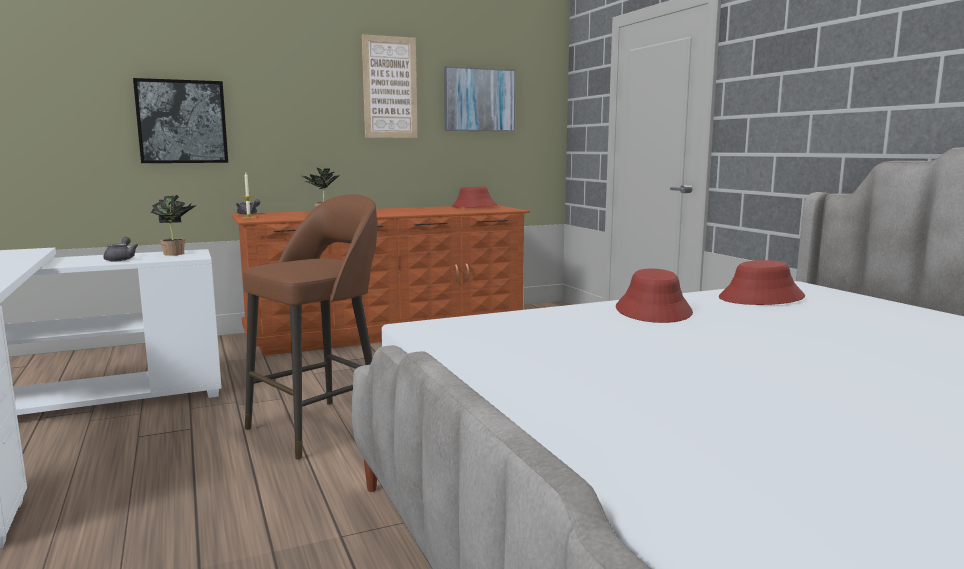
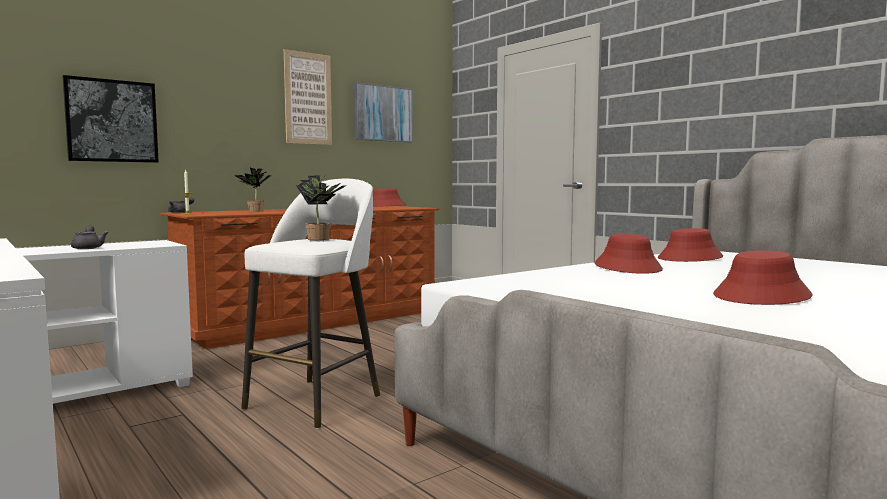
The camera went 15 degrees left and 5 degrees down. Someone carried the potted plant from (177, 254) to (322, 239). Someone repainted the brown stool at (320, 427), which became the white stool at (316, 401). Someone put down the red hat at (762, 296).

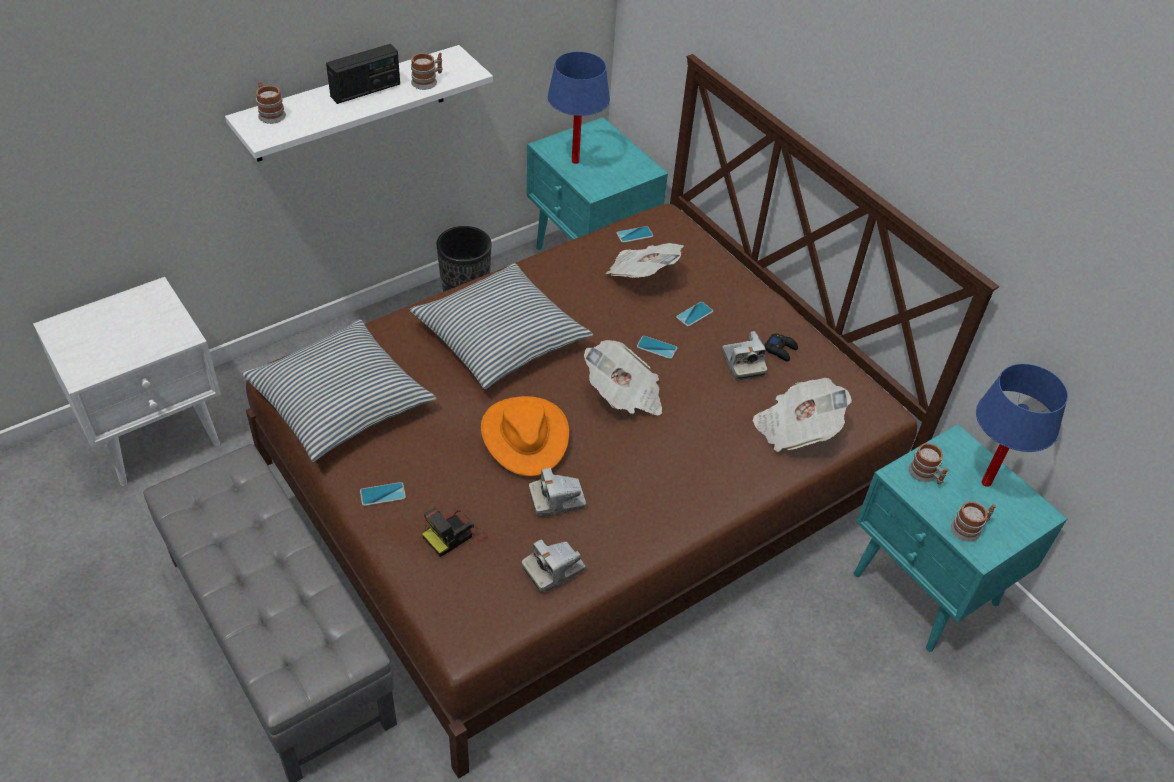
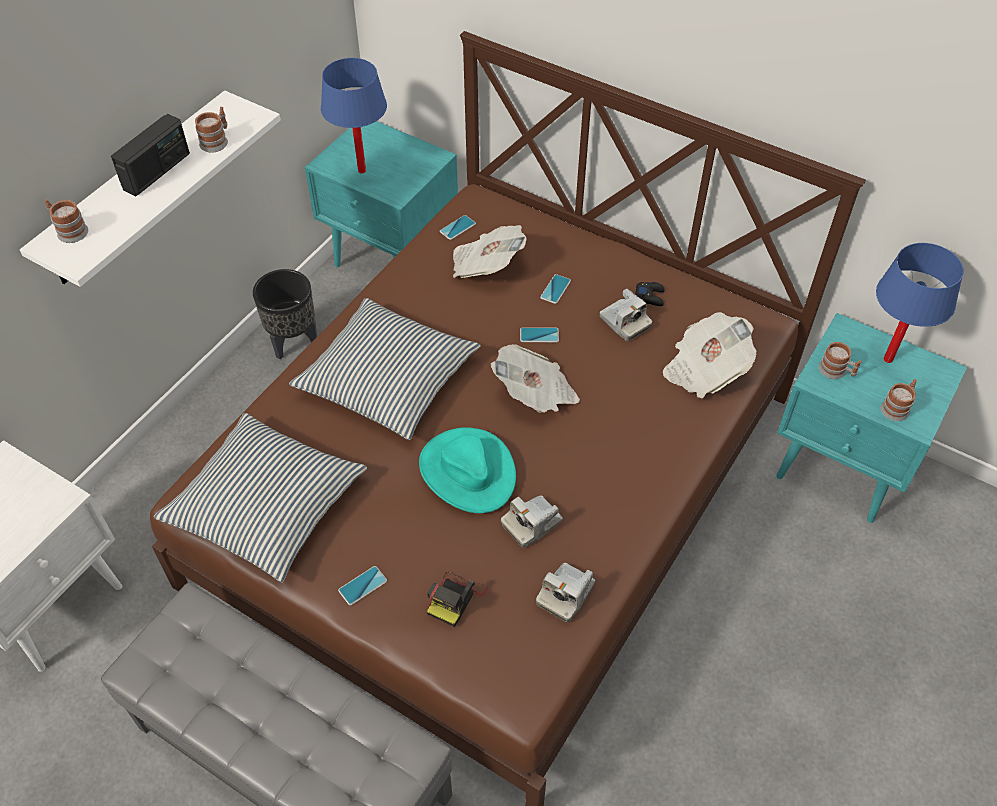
The camera went 20 degrees left and 5 degrees up. Someone repainted the orange hat at (524, 436), which became the turquoise hat at (467, 471).

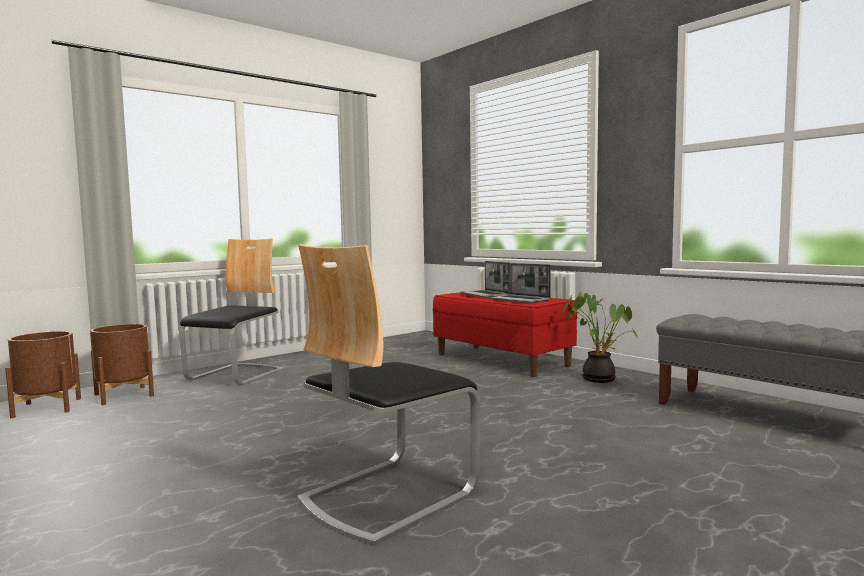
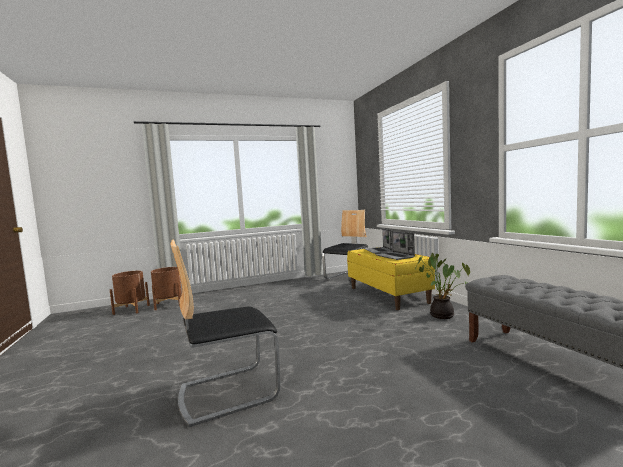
The camera went 20 degrees right and 0 degrees up. Someone carried the chair from (237, 375) to (348, 277). Someone repainted the red bench at (502, 360), which became the yellow bench at (388, 295).

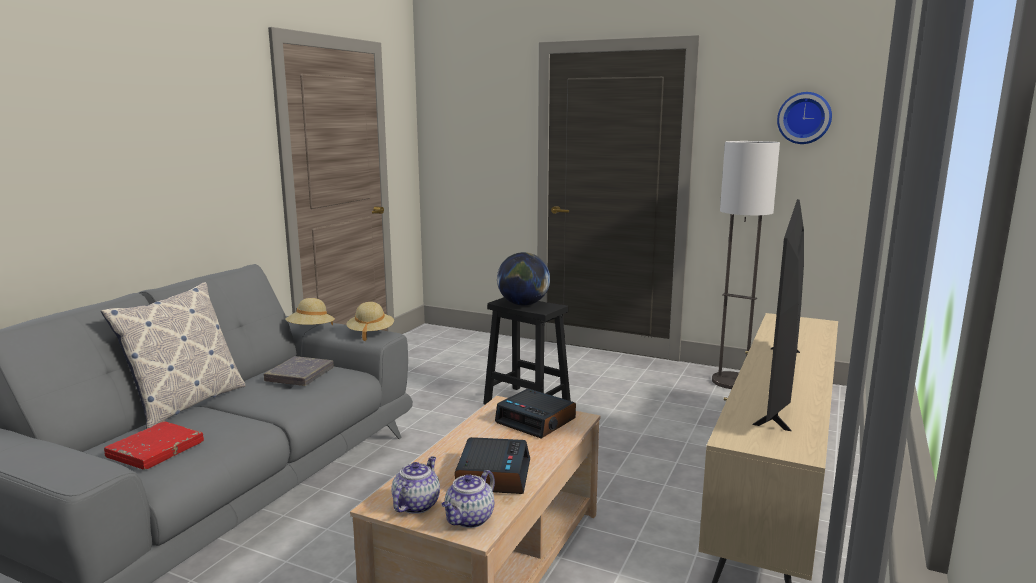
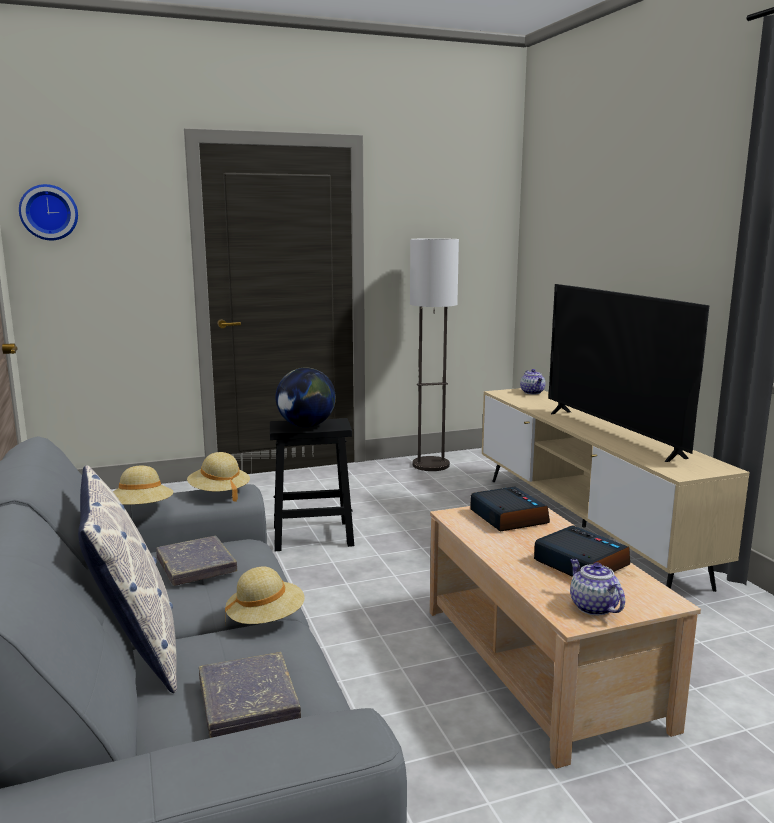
The camera went 45 degrees left and 0 degrees up. Someone repainted the red book at (155, 450), which became the grey book at (248, 700). Someone carried the teapot from (469, 519) to (532, 392). Someone rotated the alarm clock at (536, 421) by 105 degrees counterclockwise. Someone carried the wall clock from (804, 118) to (49, 212). Someone put down the beige hat at (266, 620).

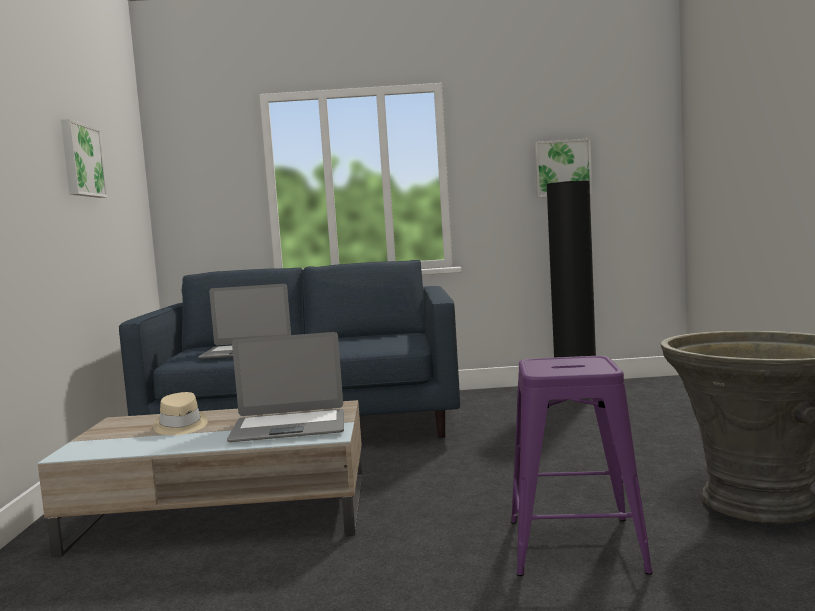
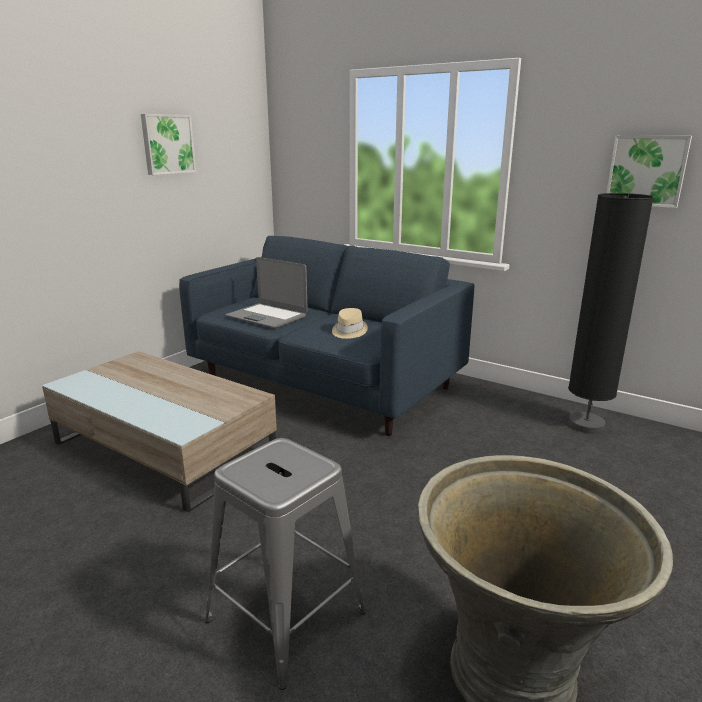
The camera went 35 degrees right and 15 degrees up. Someone carried the beige hat from (180, 426) to (348, 331). Someone took away the laptop at (289, 427). Someone repainted the purple stool at (575, 545), which became the grey stool at (285, 616).

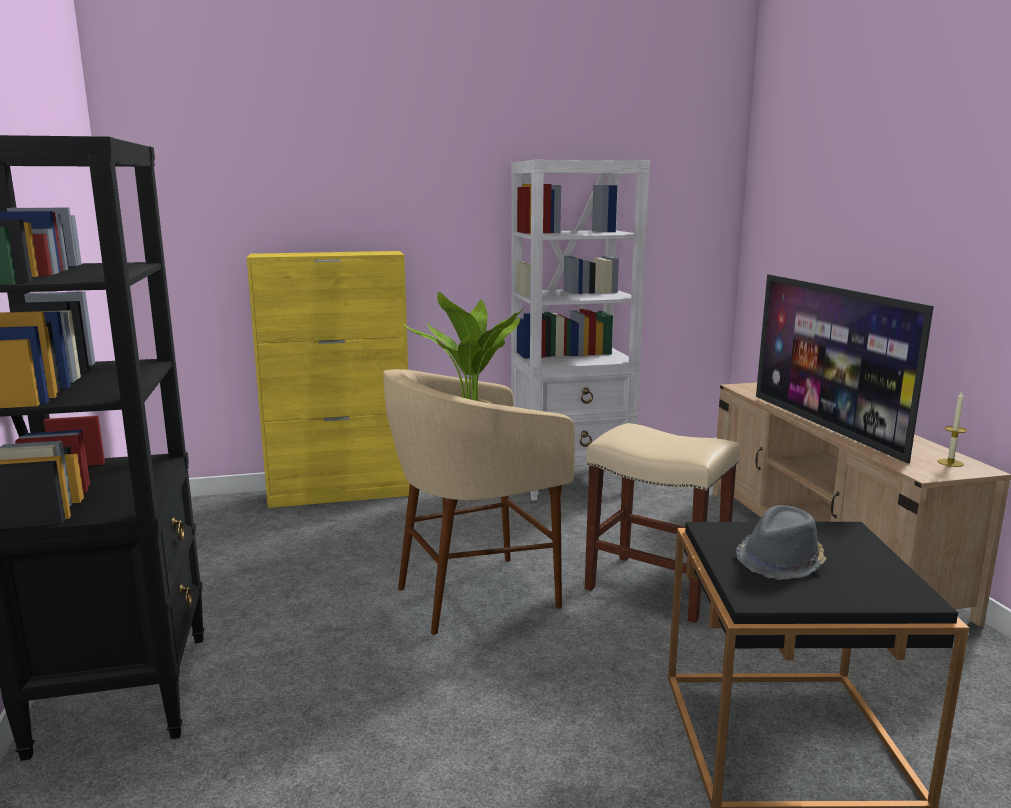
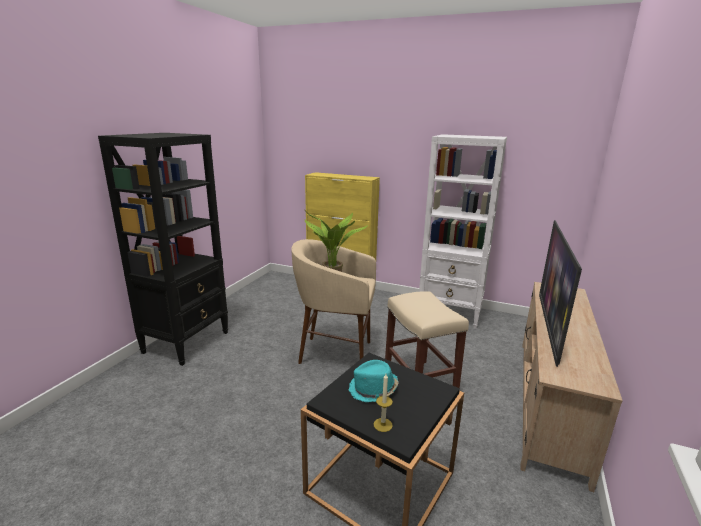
The camera went 35 degrees right and 5 degrees up. Someone repainted the grey hat at (781, 561), which became the turquoise hat at (373, 390). Someone carried the candle from (950, 463) to (383, 425).

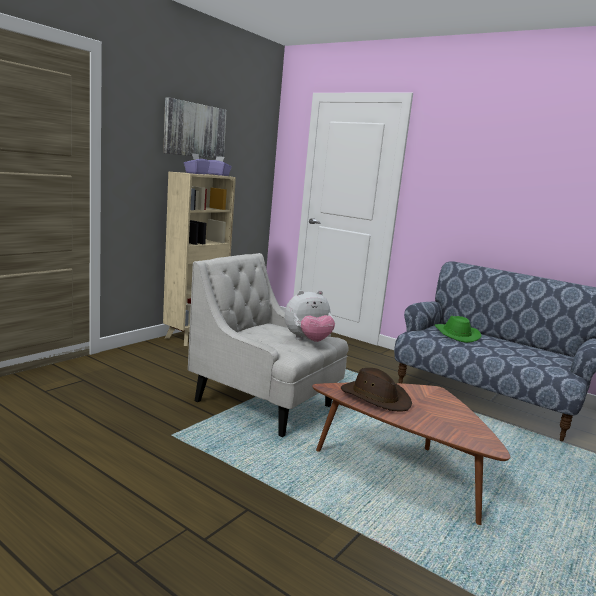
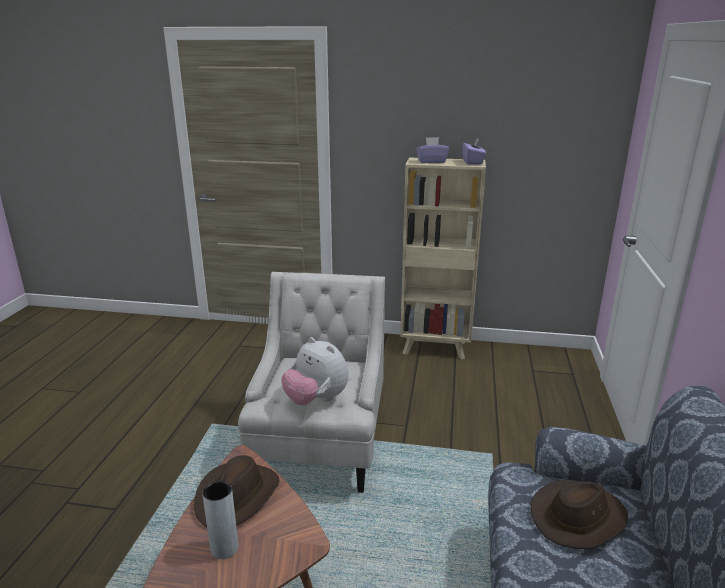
The camera went 65 degrees right and 10 degrees up. Someone took away the picture at (194, 130). Someone repainted the green hat at (455, 334), which became the brown hat at (578, 517). Someone put down the grey vase at (224, 548).

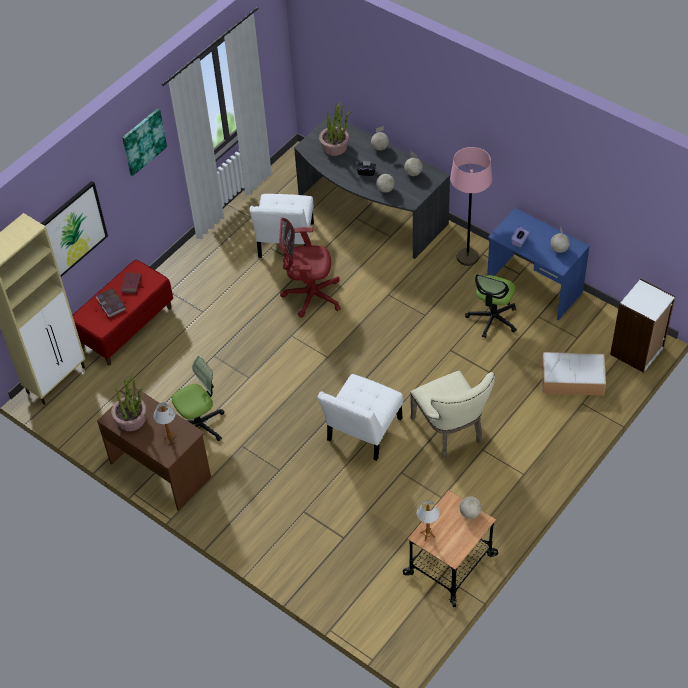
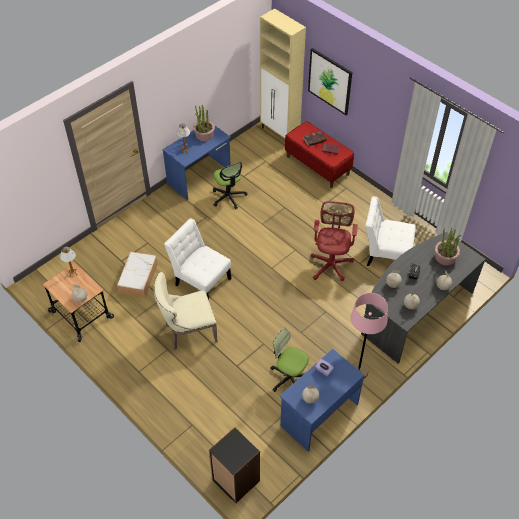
The camera went 95 degrees right and 0 degrees up. Someone repainted the brown desk at (161, 469), which became the blue desk at (199, 177). Someone took away the picture at (143, 141). Someone carried the storage box from (571, 379) to (138, 277). Someone repainted the white bookcase at (637, 351), which became the black bookcase at (235, 480).

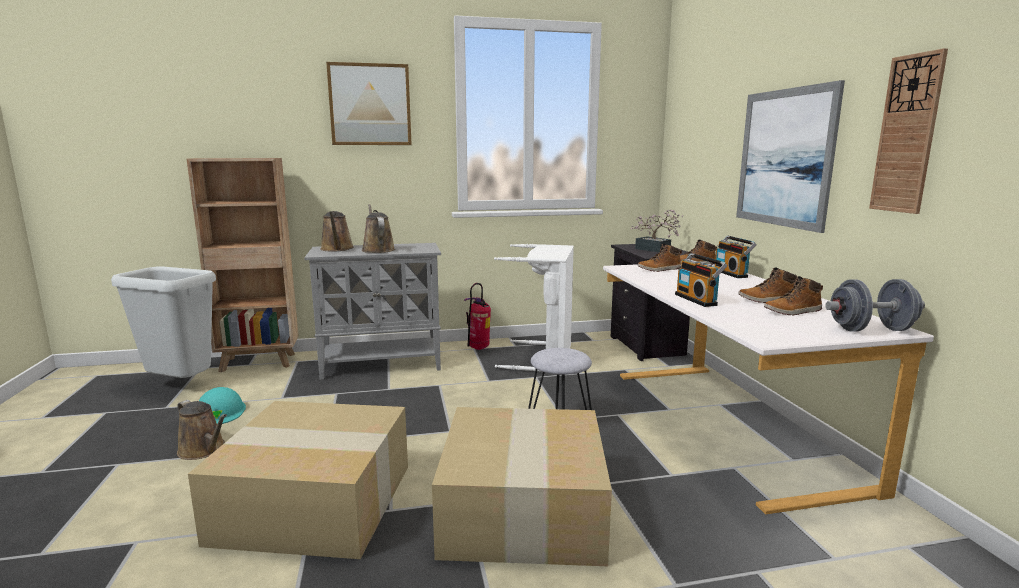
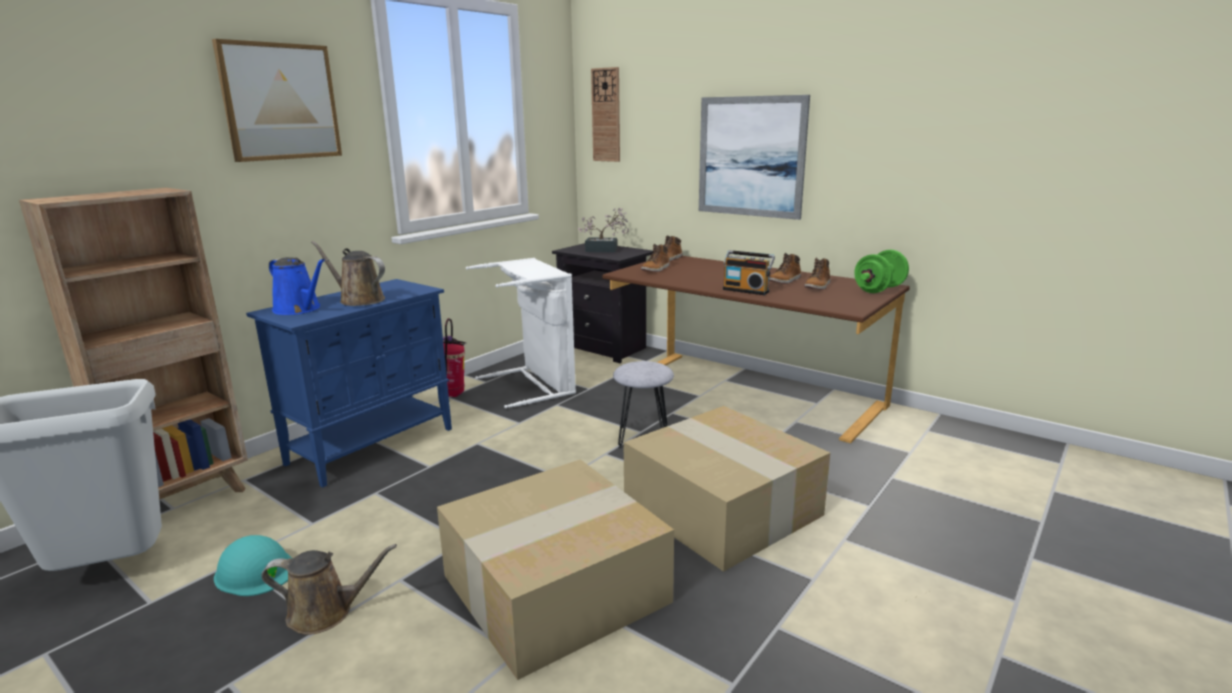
The camera went 40 degrees left and 5 degrees up. Someone repainted the grey cabinet at (382, 364), which became the blue cabinet at (372, 445). Someone repainted the brown watering can at (337, 249), which became the blue watering can at (299, 309). Someone repainted the white desk at (718, 423), which became the brown desk at (744, 394). Someone took away the radio at (732, 273). Someone repainted the grey dumbbell at (871, 330), which became the green dumbbell at (879, 289). Someone carried the wall clock from (907, 134) to (606, 115).

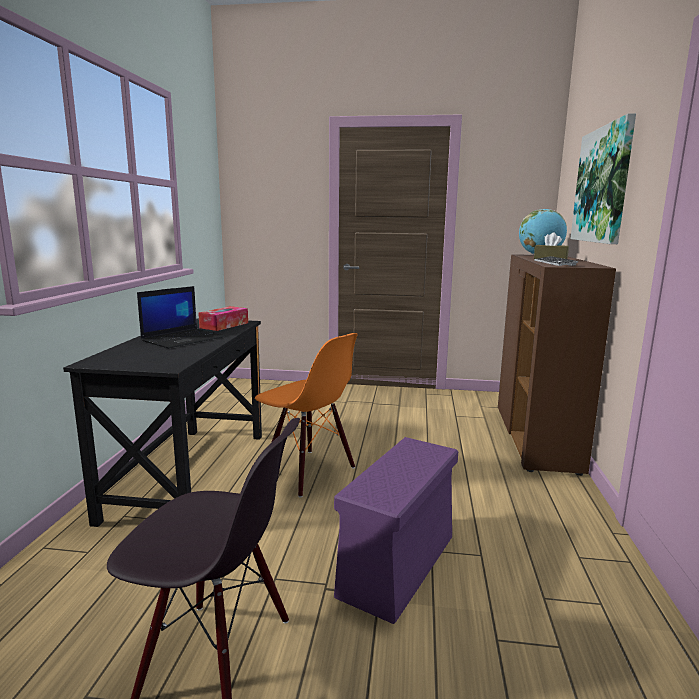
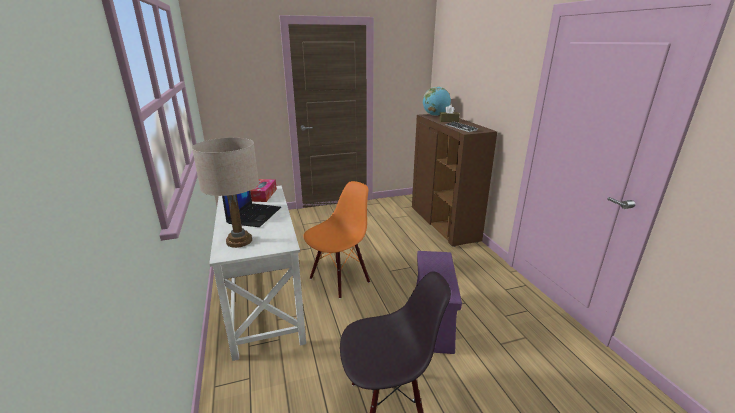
The camera went 25 degrees left and 10 degrees up. Someone repainted the black desk at (189, 474), which became the white desk at (264, 302). Someone rotated the orange chair at (307, 472) by 60 degrees counterclockwise. Someone took away the picture at (603, 185). Someone put down the beige table lamp at (239, 241).

